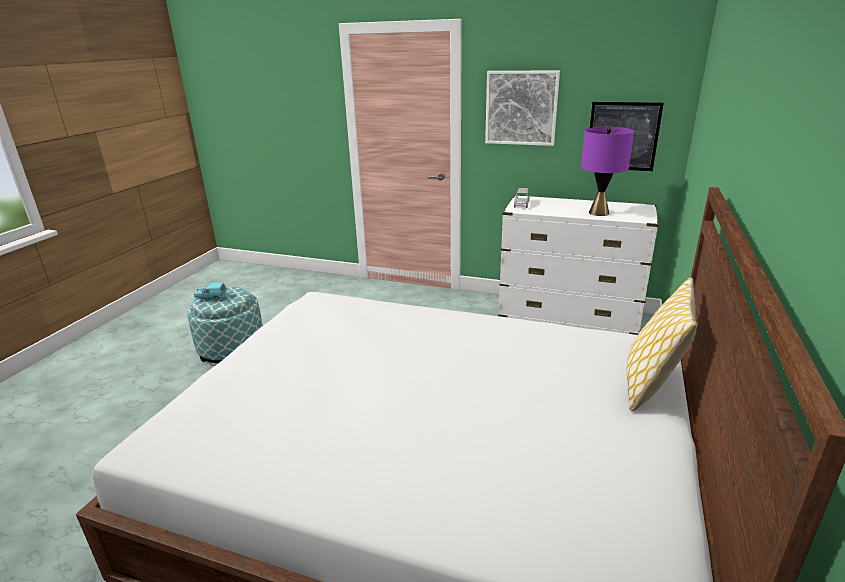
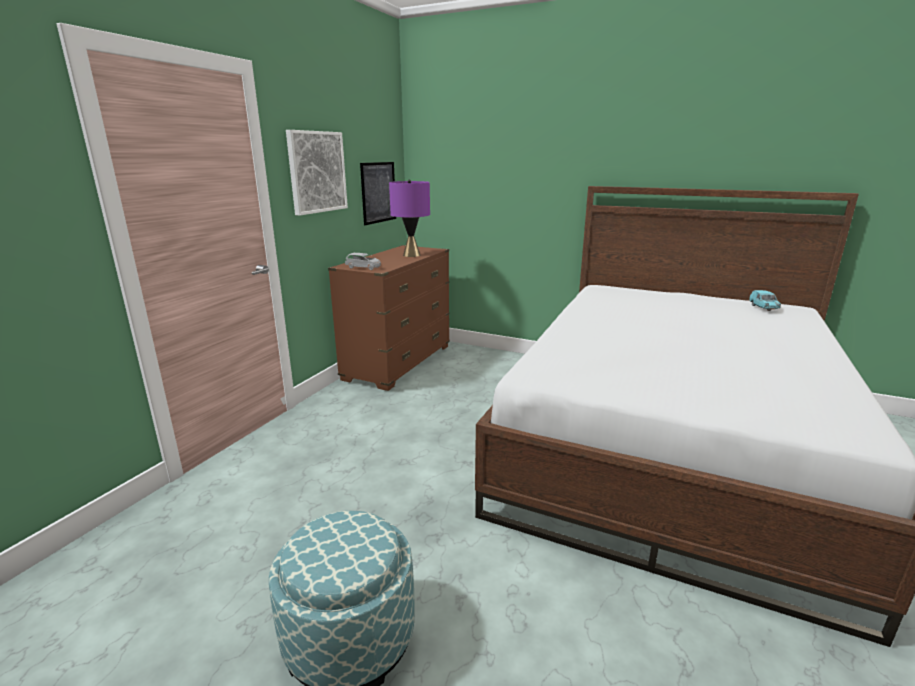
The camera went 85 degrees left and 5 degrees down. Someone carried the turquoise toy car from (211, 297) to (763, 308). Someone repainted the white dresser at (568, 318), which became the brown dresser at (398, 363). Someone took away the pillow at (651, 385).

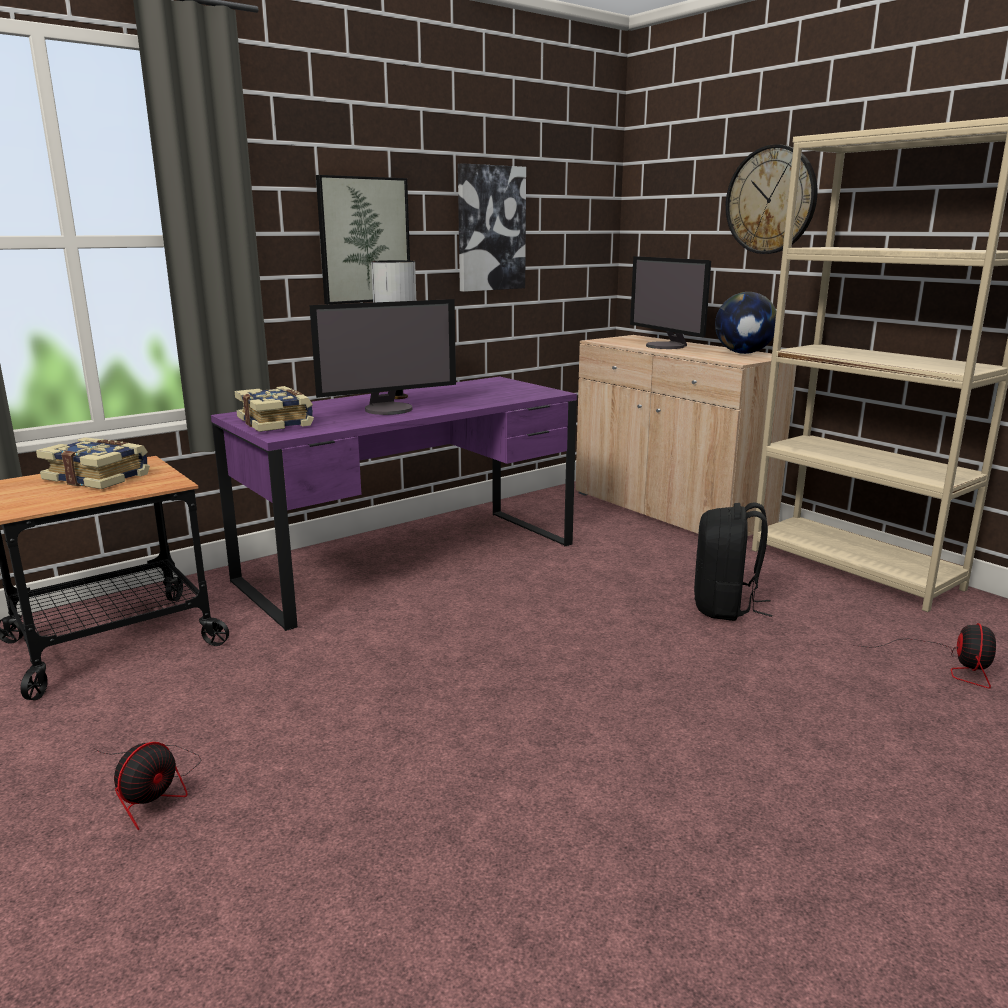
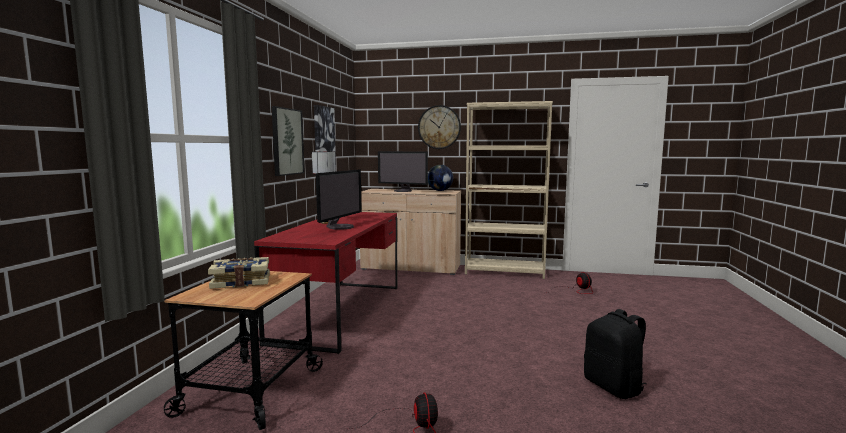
The camera went 40 degrees left and 10 degrees down. Someone repainted the purple desk at (411, 562), which became the red desk at (340, 312). Someone took away the book at (277, 422). Someone carried the black backpack from (725, 607) to (614, 387).

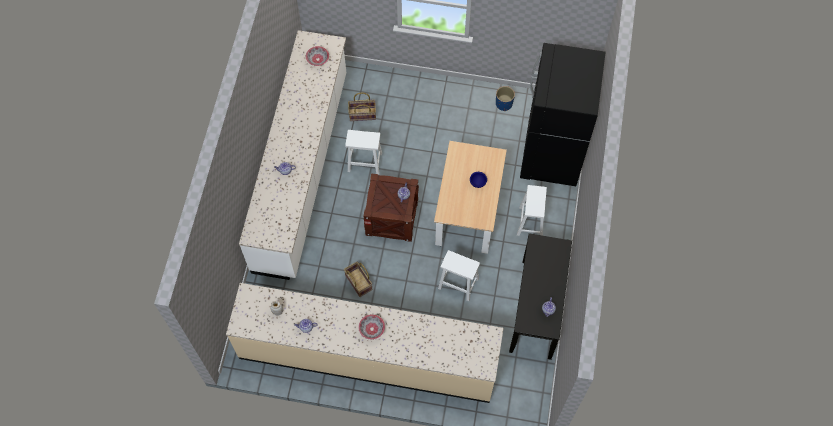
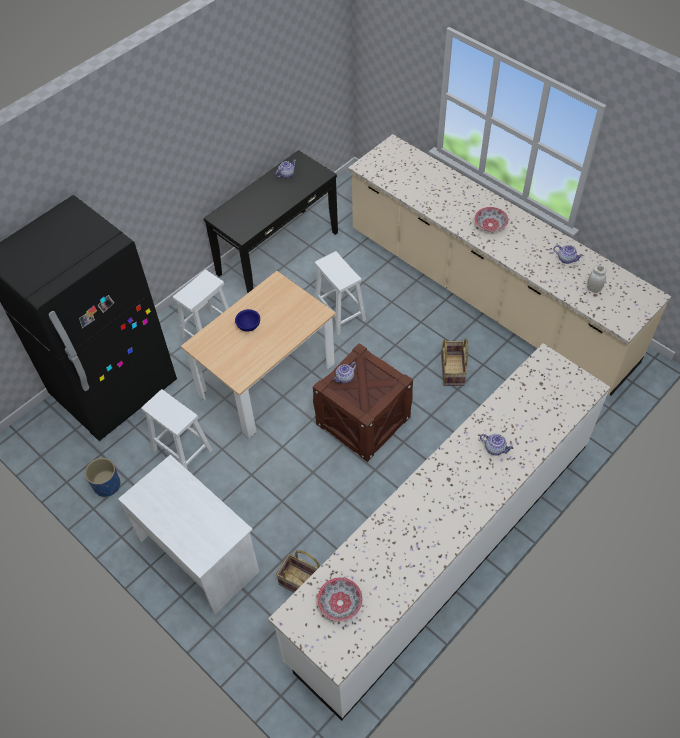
The camera went 145 degrees left and 10 degrees down. Someone carried the white stool from (365, 162) to (181, 449). Someone put down the white desk at (199, 554).

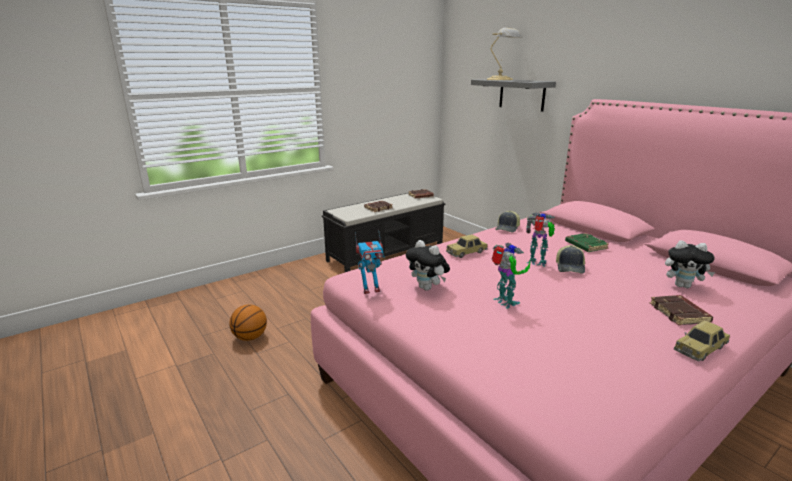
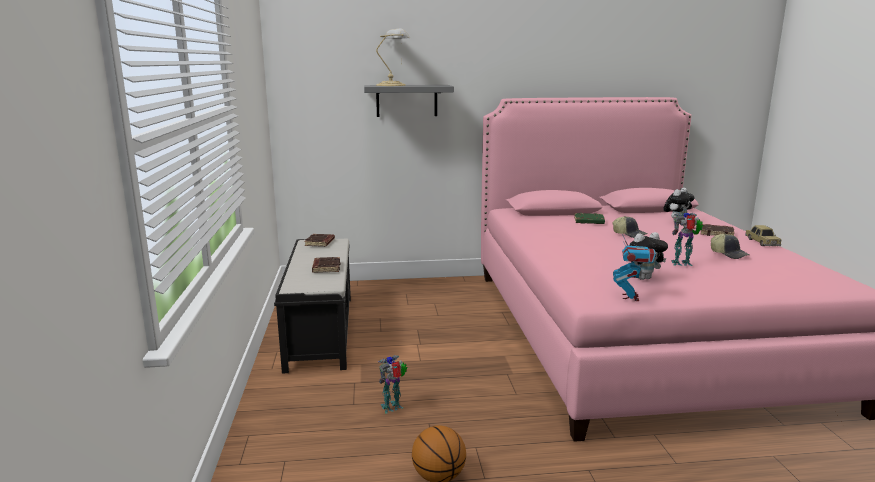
The camera went 60 degrees left and 5 degrees down. Someone took away the toy car at (466, 252). Someone carried the cap from (508, 228) to (729, 254). Someone carried the toy robot from (537, 263) to (393, 407).

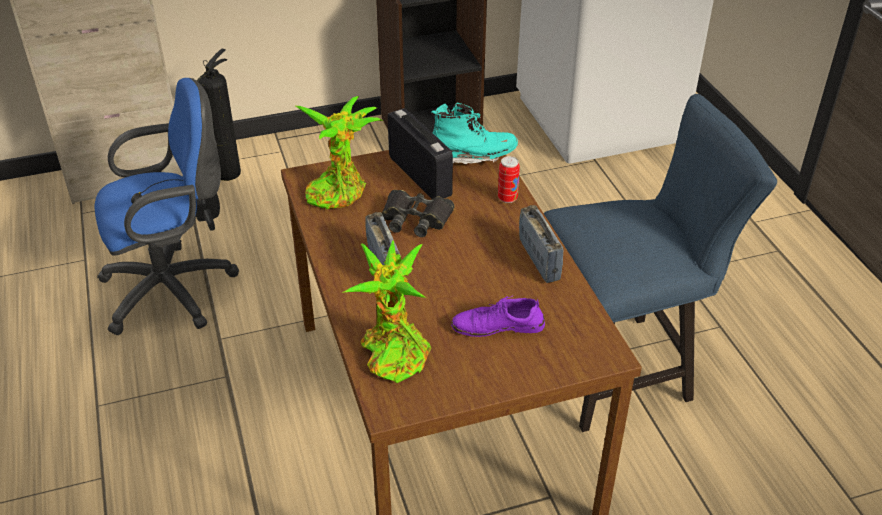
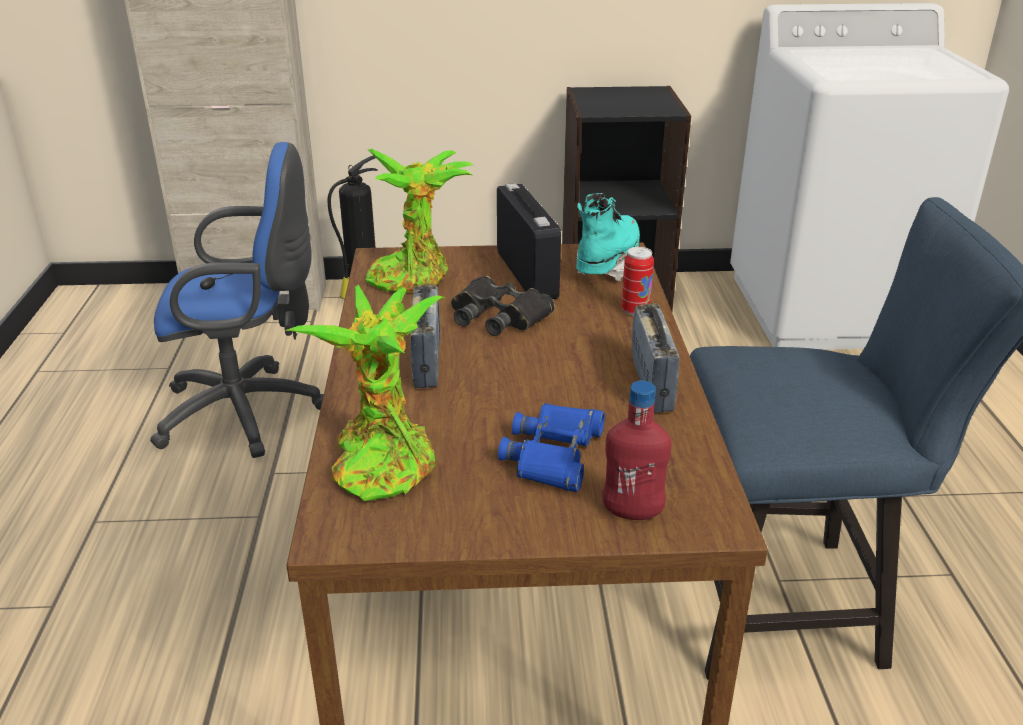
The camera went 15 degrees right and 10 degrees down. Someone rotated the turquoise boot at (473, 157) by 75 degrees counterclockwise. Someone swapped the purple shoe at (498, 326) for the blue binoculars at (554, 455). Someone put down the red bottle at (632, 512).

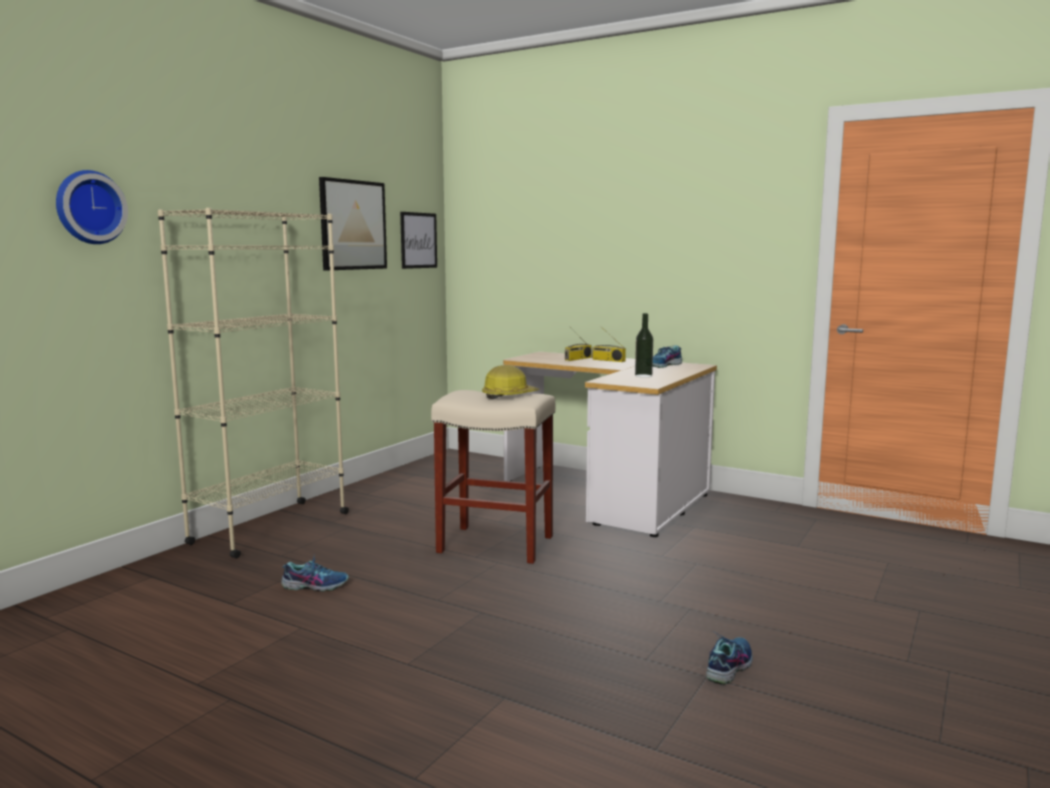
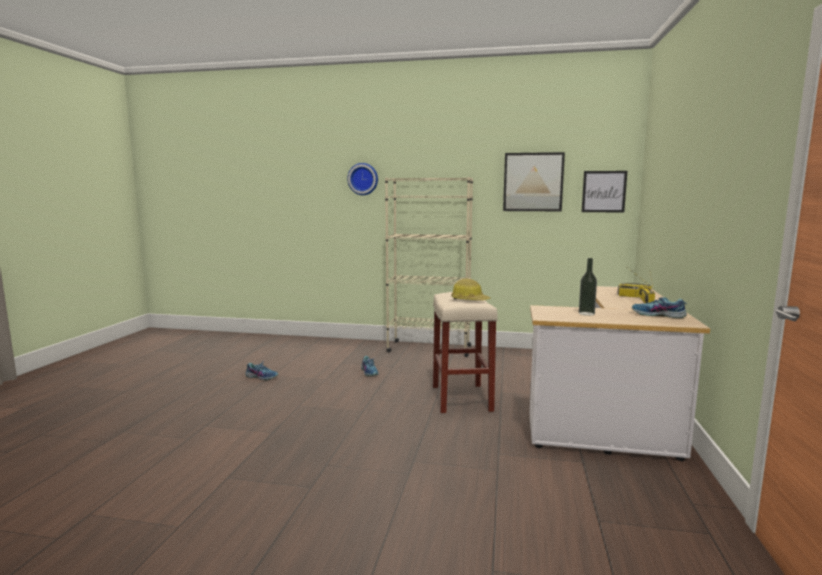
The camera went 70 degrees right and 0 degrees up. Someone carried the shoe from (728, 666) to (262, 377).

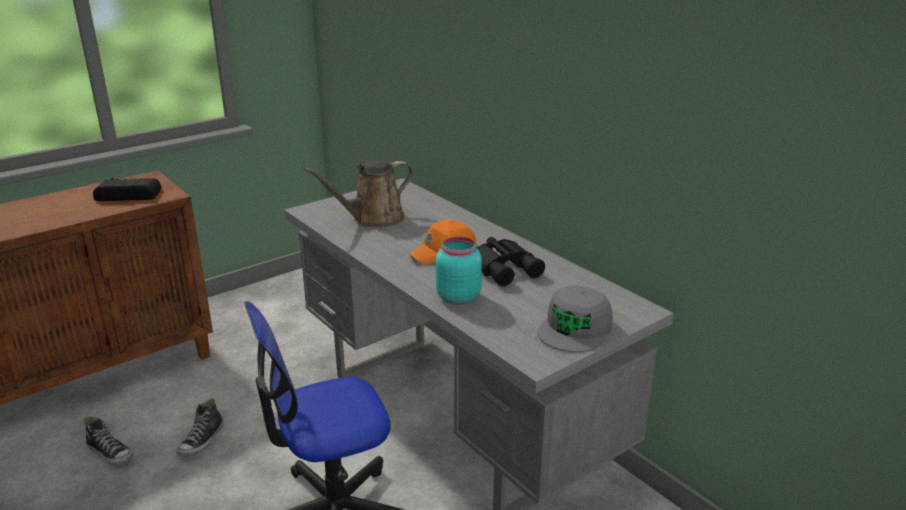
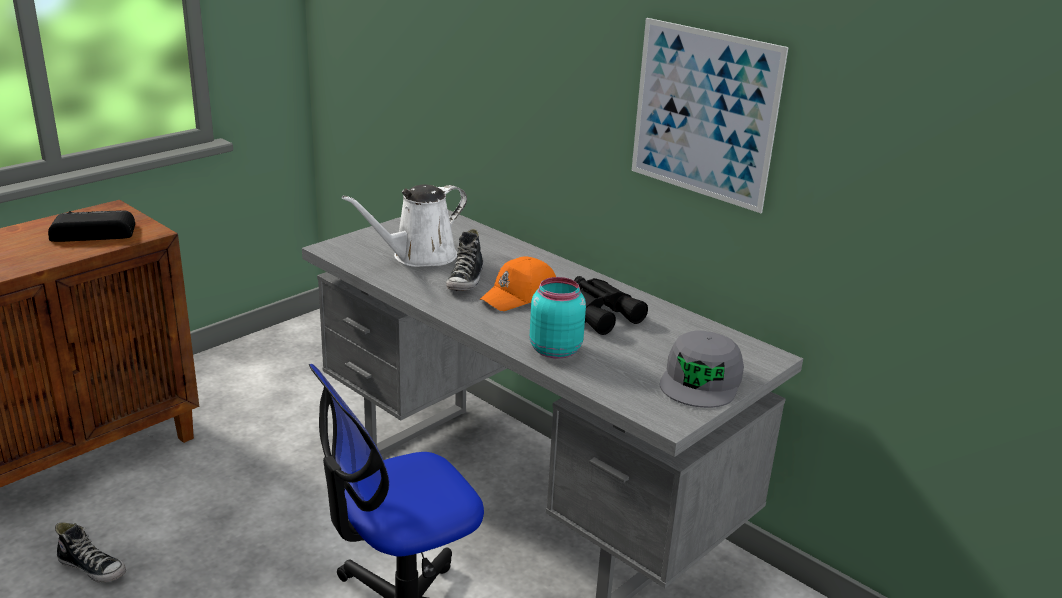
The camera went 10 degrees left and 0 degrees up. Someone carried the shoe from (202, 441) to (466, 280). Someone repainted the brown watering can at (373, 218), which became the white watering can at (419, 257). Someone put up the picture at (704, 114).

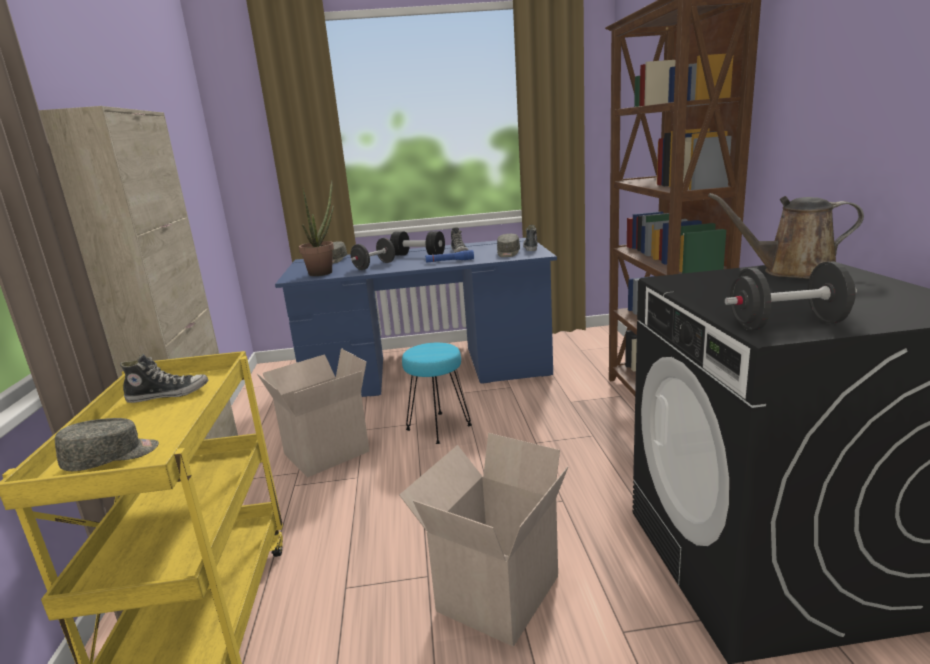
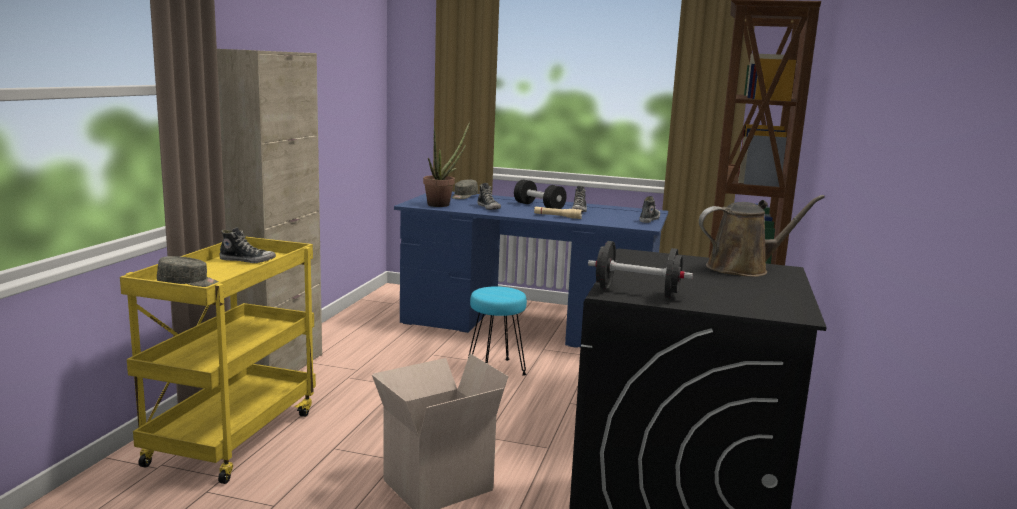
The camera went 20 degrees right and 5 degrees down. Someone took away the cardboard box at (326, 451). Someone swapped the black dumbbell at (374, 266) for the shoe at (489, 208). Someone repainted the blue flashlight at (450, 261), which became the beige flashlight at (557, 216). Someone took away the grey cap at (508, 253). Someone rotated the brown watering can at (791, 272) by 135 degrees clockwise.

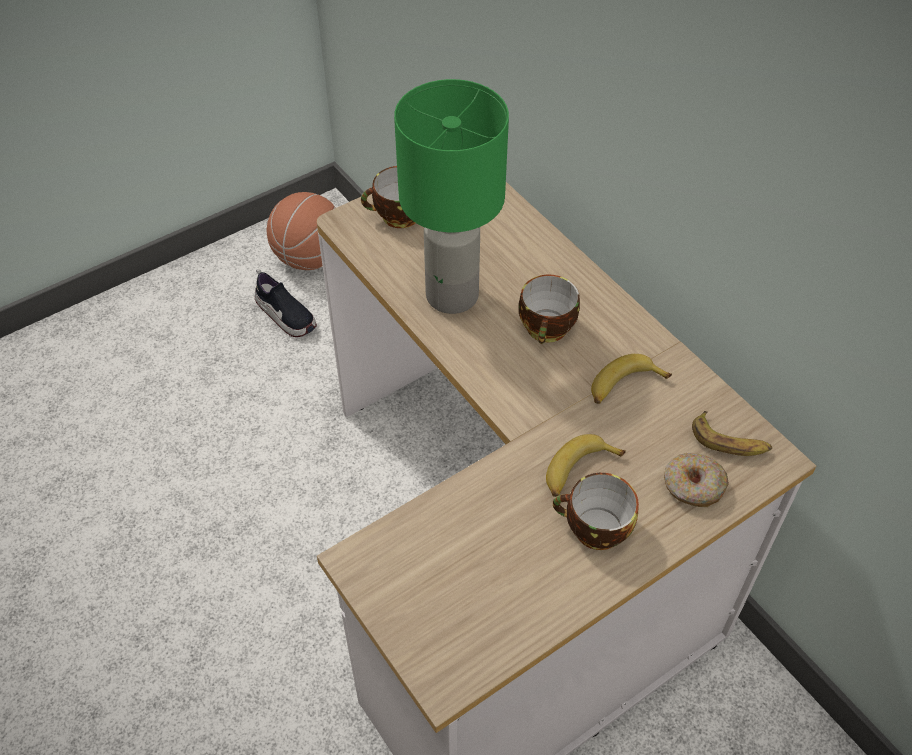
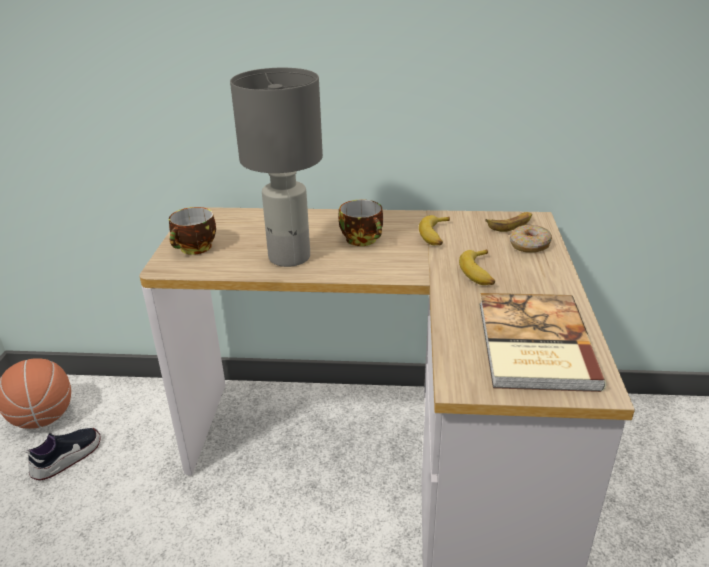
The camera went 50 degrees left and 20 degrees down. Someone rotated the shoe at (286, 316) by 45 degrees counterclockwise. Someone repainted the green table lamp at (452, 296), which became the grey table lamp at (290, 257). Someone took away the cup at (594, 530). Someone put down the book at (532, 344).

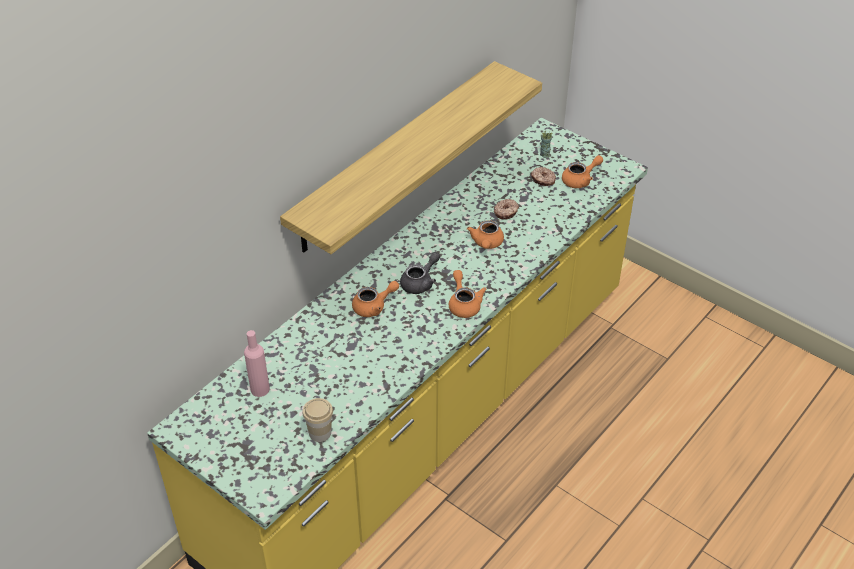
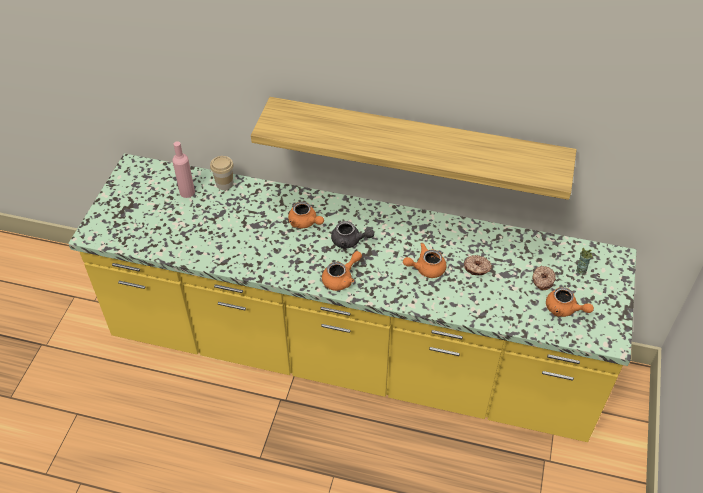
The camera went 65 degrees right and 5 degrees up. Someone carried the cup from (320, 433) to (224, 184).

